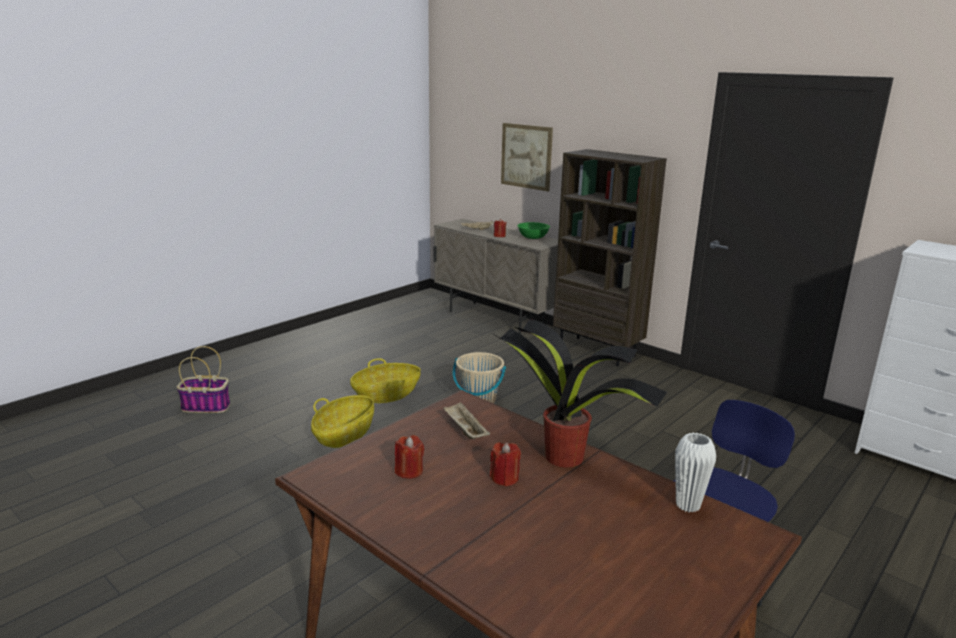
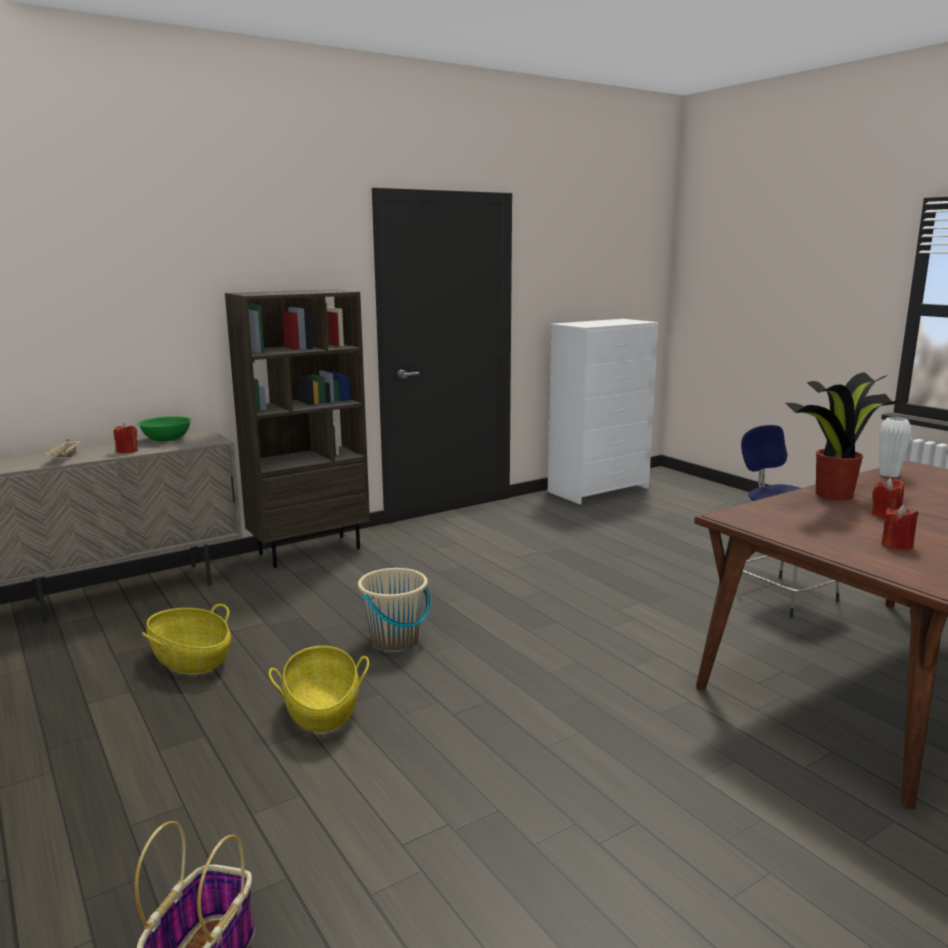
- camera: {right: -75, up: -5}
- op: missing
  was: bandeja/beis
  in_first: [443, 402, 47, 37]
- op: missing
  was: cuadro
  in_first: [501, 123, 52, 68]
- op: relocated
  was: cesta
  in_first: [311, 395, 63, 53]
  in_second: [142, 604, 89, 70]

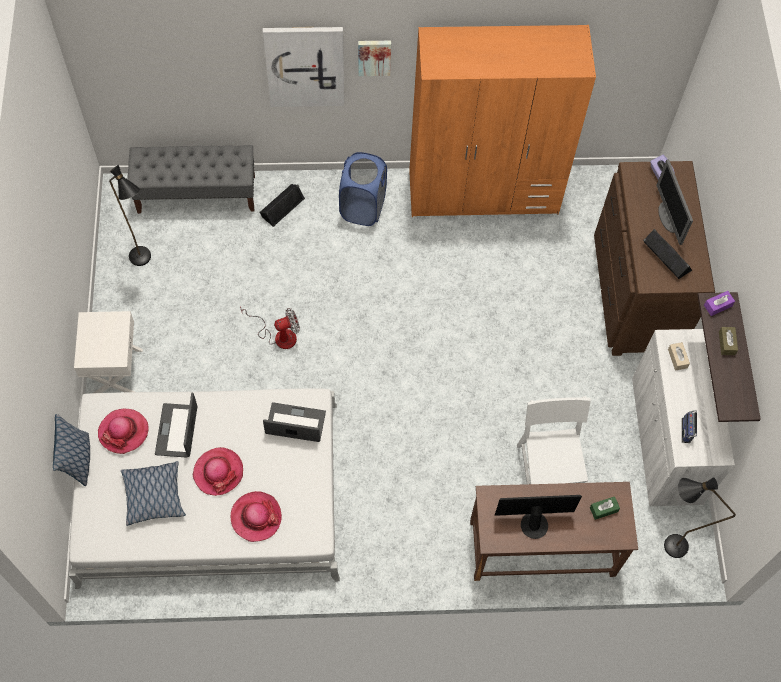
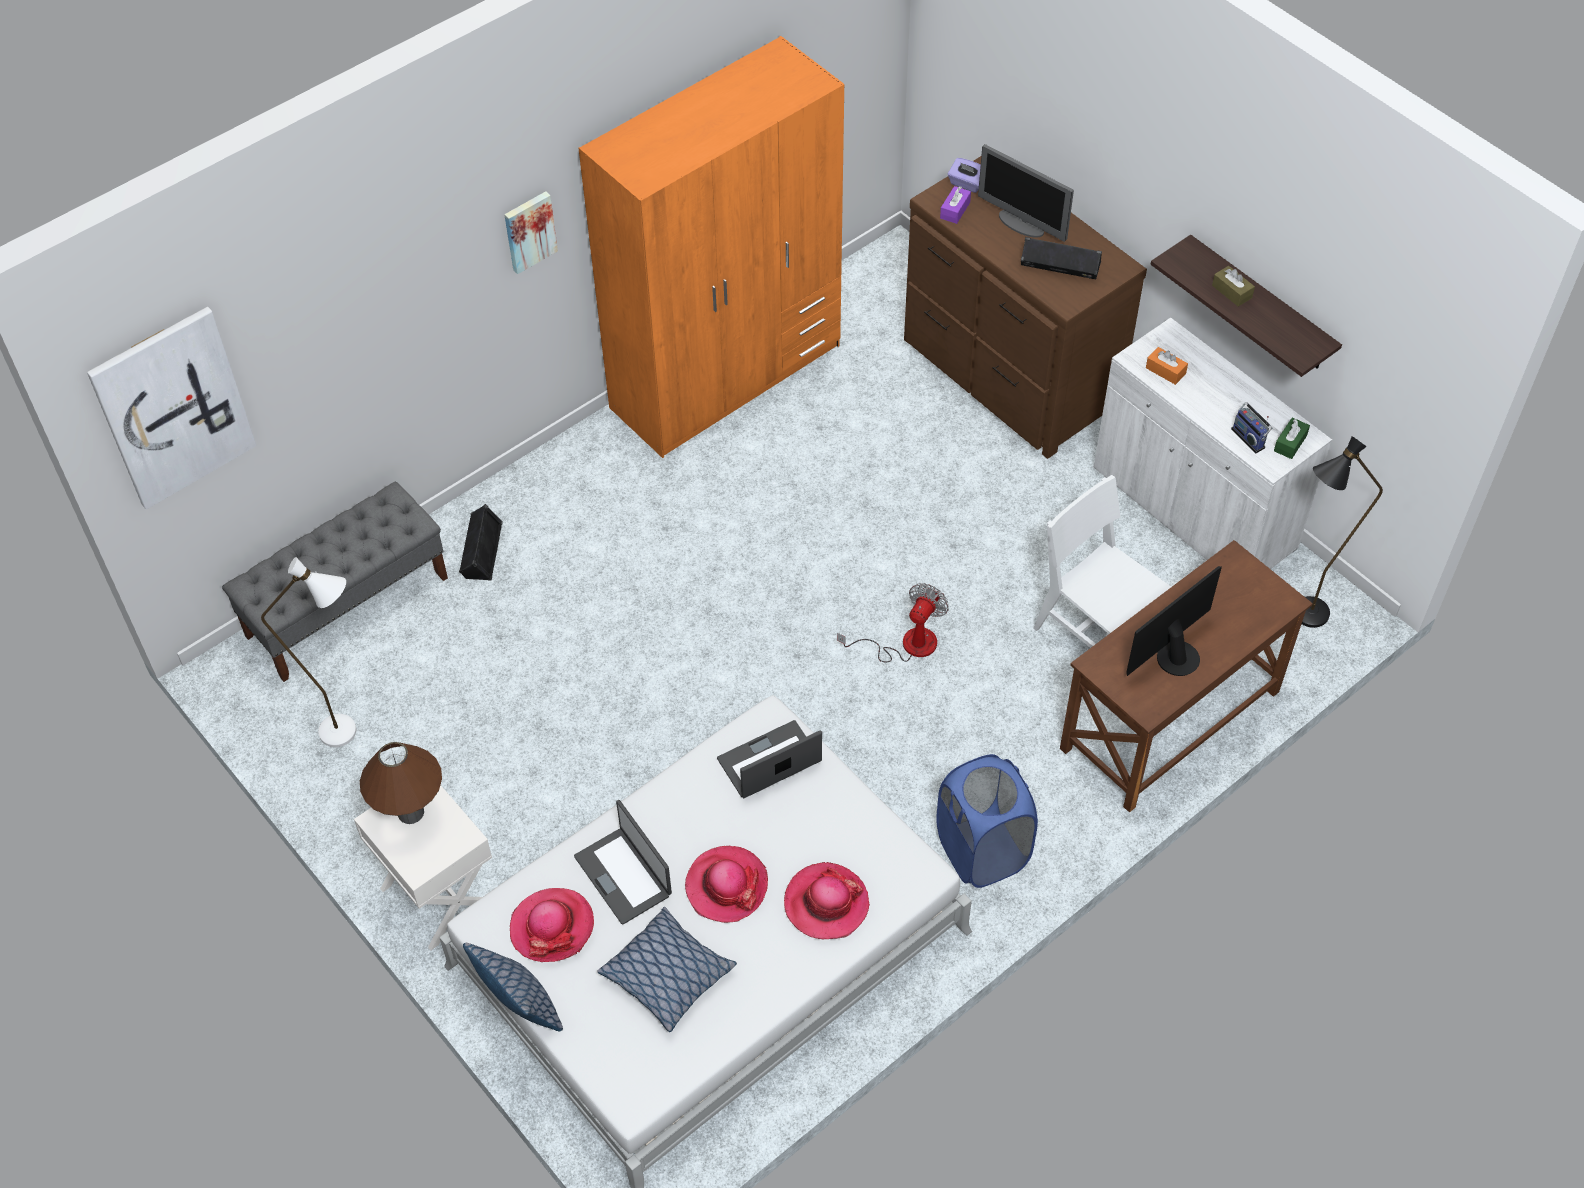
- camera: {right: -35, up: -10}
- op: appeared
  now: lámpara de mesa/marrón
  in_second: [360, 742, 82, 82]
- op: relocated
  was: ventilador
  in_first: [240, 306, 60, 43]
  in_second: [837, 583, 112, 79]
- op: relocated
  was: cuadro
  in_first: [263, 27, 81, 80]
  in_second: [87, 307, 170, 202]
- op: relocated
  was: cesto de la ropa/azul
  in_first: [339, 152, 48, 74]
  in_second: [936, 754, 102, 134]
- op: relocated
  was: caja de pañuelos/verde
  in_first: [590, 496, 30, 24]
  in_second: [1274, 418, 36, 41]
- op: relocated
  was: caja de pañuelos/morado
  in_first: [704, 291, 31, 25]
  in_second: [940, 186, 31, 38]
- op: colour
  was: lámpara de pie/negro
  now: lámpara de pie/blanco
  in_first: [109, 165, 42, 101]
  in_second: [261, 557, 95, 190]
- op: colour
  was: caja de pañuelos/beis
  now: caja de pañuelos/naranja
  in_first: [668, 342, 22, 29]
  in_second: [1146, 347, 42, 38]

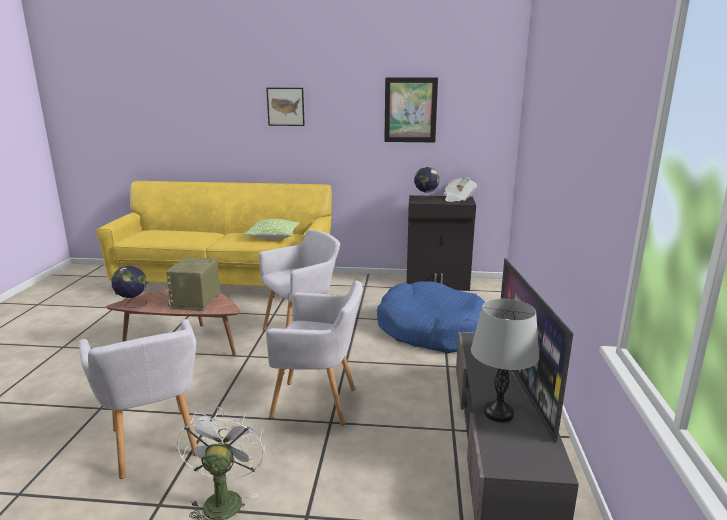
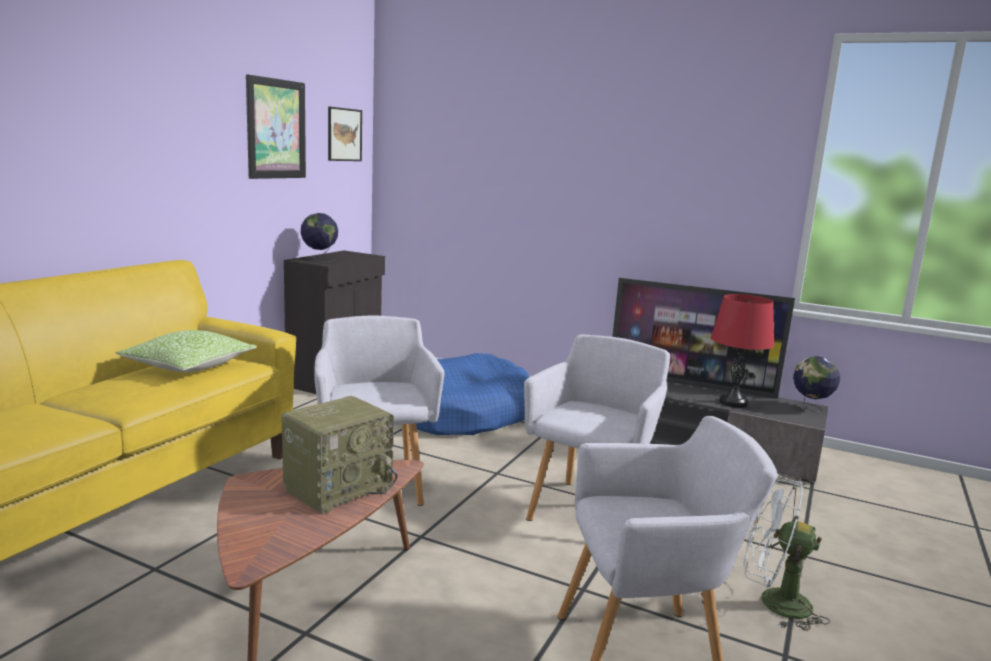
- camera: {right: -70, up: -5}
- op: missing
  was: periódico
  in_first: [444, 177, 33, 25]
- op: relocated
  was: globo terráqueo
  in_first: [111, 266, 36, 42]
  in_second: [793, 356, 47, 57]
- op: relocated
  was: cuadro
  in_first: [266, 88, 39, 38]
  in_second: [328, 107, 34, 54]
- op: colour
  was: lámpara de mesa/gris
  now: lámpara de mesa/rojo
  in_first: [471, 299, 68, 124]
  in_second: [711, 294, 63, 114]
- op: spun
  was: radio
  in_first: [166, 257, 54, 54]
  in_second: [281, 396, 117, 118]
  clockwise: -75

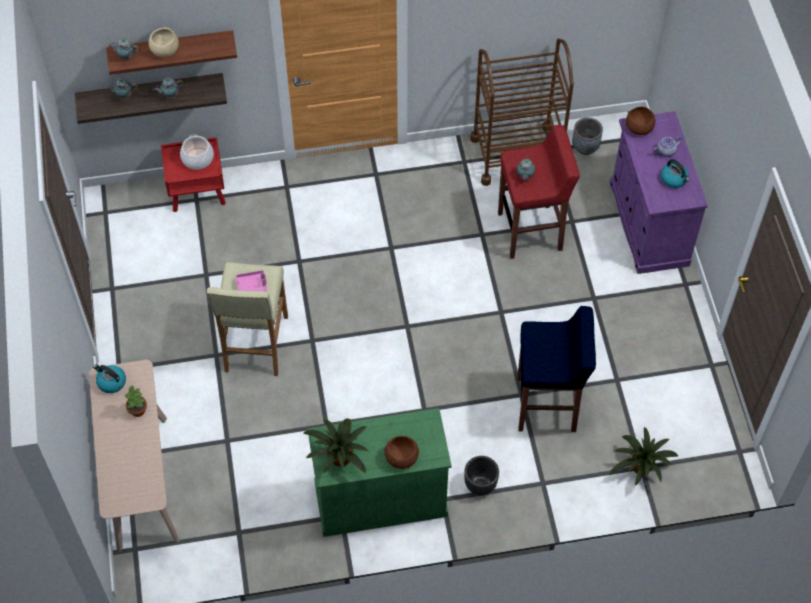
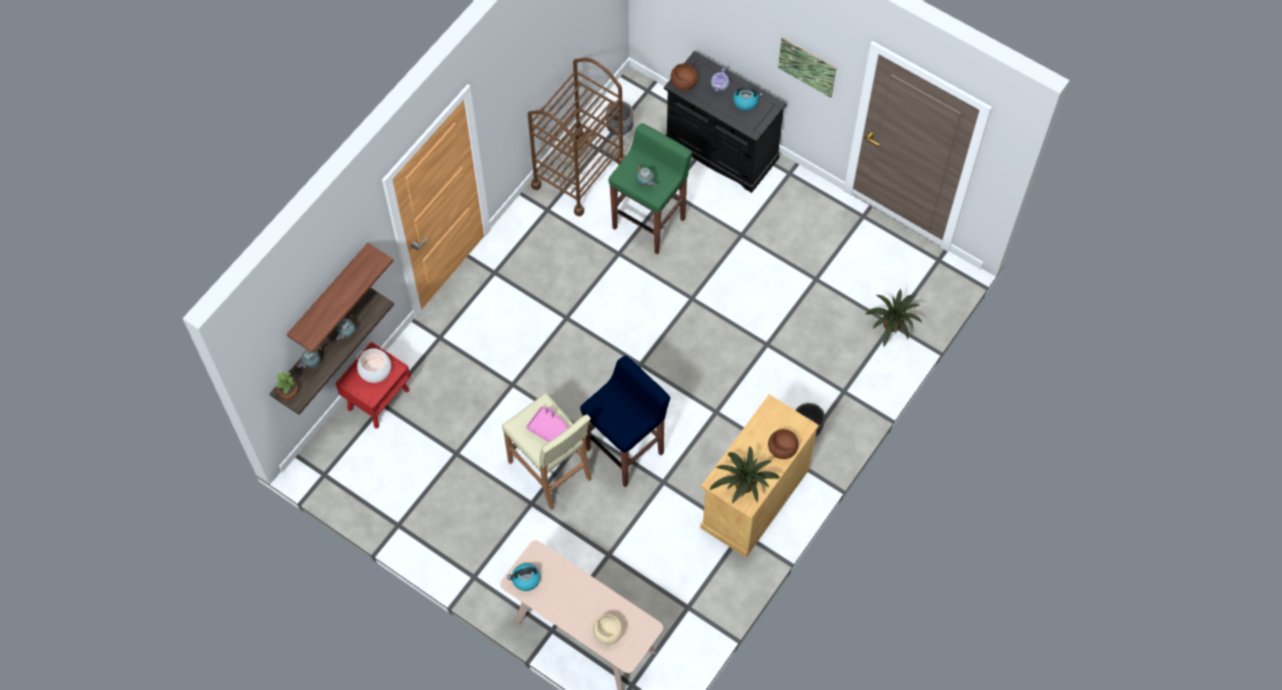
- camera: {right: -45, up: 5}
- op: missing
  was: tetera
  in_first: [108, 38, 33, 22]
- op: appeared
  now: cuadro
  in_second: [778, 37, 59, 61]
- op: relocated
  was: planta en maceta
  in_first: [124, 385, 23, 32]
  in_second: [276, 372, 22, 27]
- op: relocated
  was: cuenco/beis
  in_first: [148, 28, 31, 29]
  in_second: [593, 614, 31, 30]
- op: relocated
  was: taburete/azul
  in_first: [517, 306, 79, 126]
  in_second: [580, 356, 90, 131]
- op: colour
  was: armario/verde
  now: armario/beis
  in_first: [308, 408, 144, 129]
  in_second: [700, 394, 119, 163]
- op: colour
  was: taburete/rojo
  now: taburete/verde
  in_first: [498, 125, 82, 134]
  in_second: [609, 123, 83, 131]
- op: colour
  was: armario/morado
  now: armario/negro
  in_first: [610, 111, 98, 163]
  in_second: [664, 51, 123, 142]

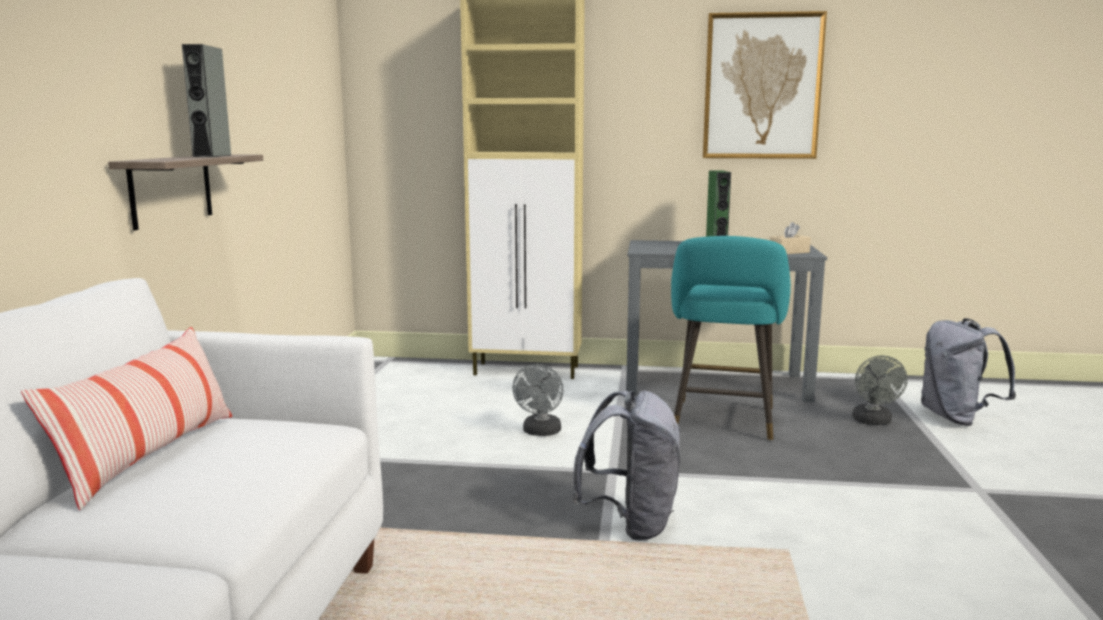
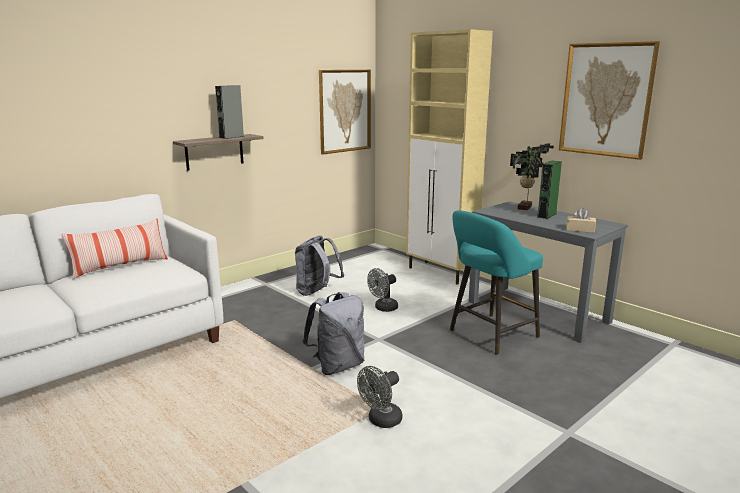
- camera: {right: 40, up: 5}
- op: appeared
  now: cuadro
  in_second: [319, 70, 52, 85]
- op: appeared
  now: planta en maceta
  in_second: [510, 144, 44, 66]
- op: relocated
  was: ventilador/gris
  in_first: [852, 355, 56, 70]
  in_second: [357, 366, 45, 62]
- op: relocated
  was: mochila/gris
  in_first: [921, 318, 95, 108]
  in_second: [295, 236, 49, 60]

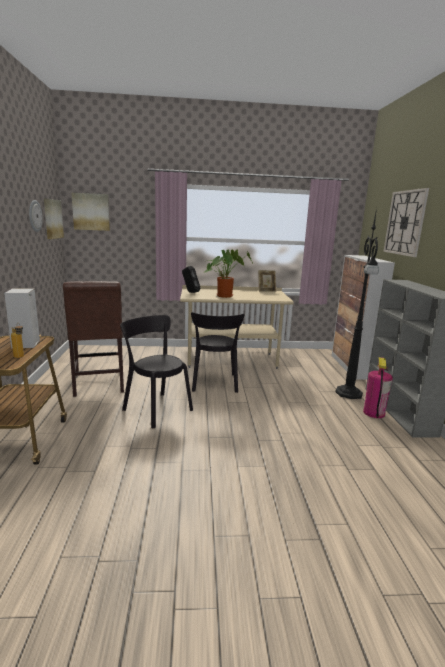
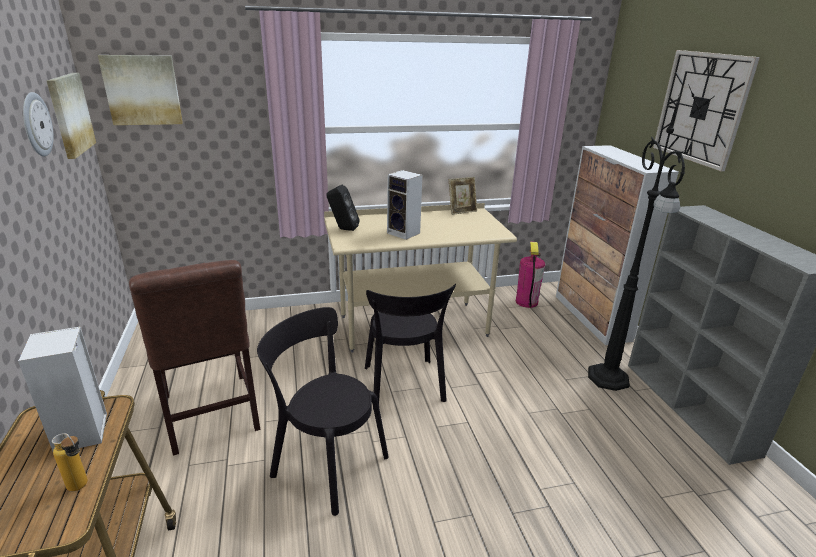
- camera: {right: -10, up: 10}
- op: relocated
  was: extintor
  in_first: [363, 357, 30, 61]
  in_second: [516, 242, 29, 66]
- op: exchanged
  was: planta en maceta
  now: altavoz
  in_first: [204, 250, 49, 48]
  in_second: [387, 170, 35, 70]

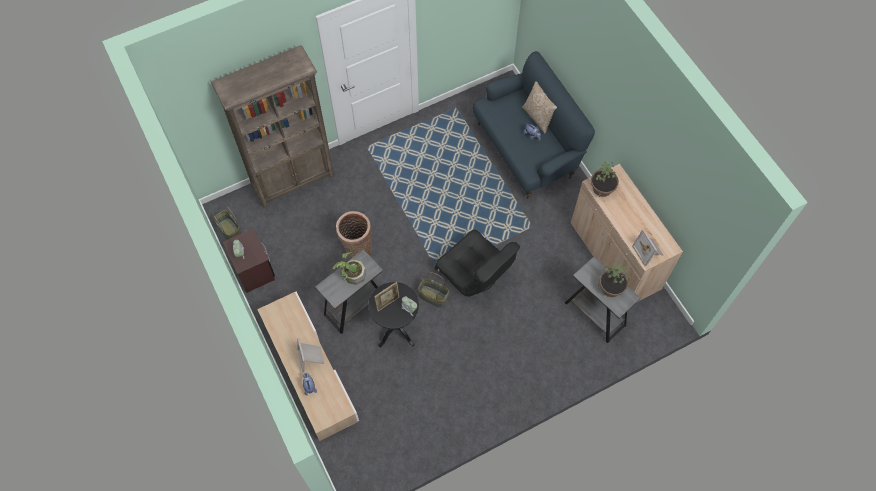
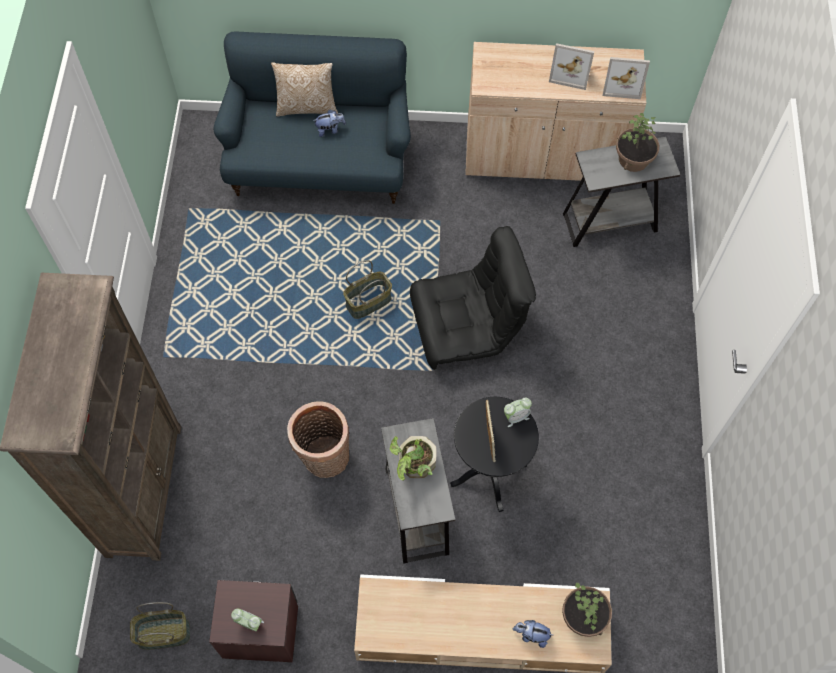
- camera: {right: -60, up: 0}
- op: relocated
  was: portarretratos
  in_first: [298, 337, 27, 35]
  in_second: [549, 43, 45, 47]
- op: relocated
  was: cesta
  in_first: [418, 272, 31, 36]
  in_second: [343, 260, 49, 59]
- op: relocated
  was: planta en maceta
  in_first: [591, 162, 28, 35]
  in_second: [562, 583, 50, 54]

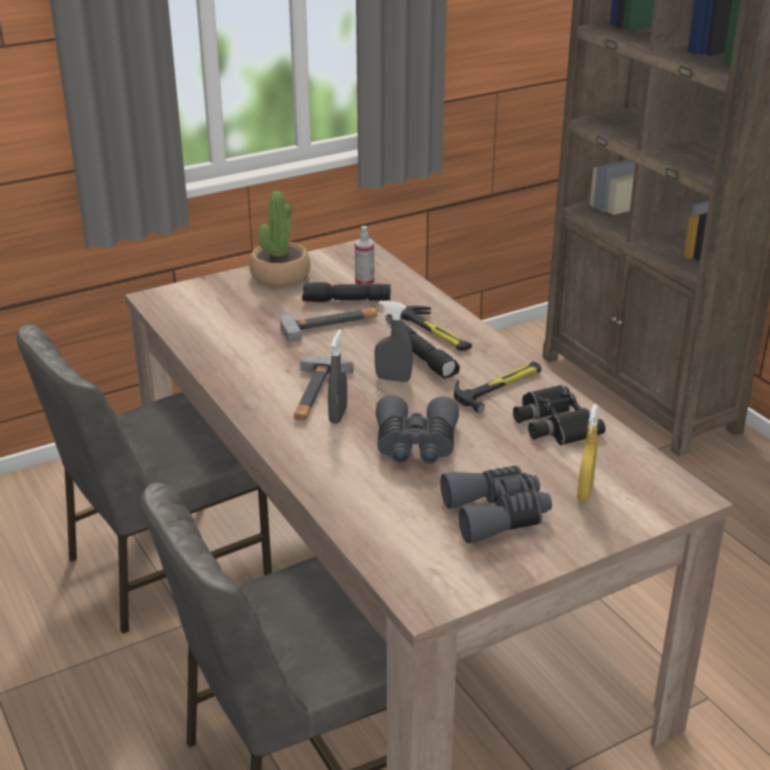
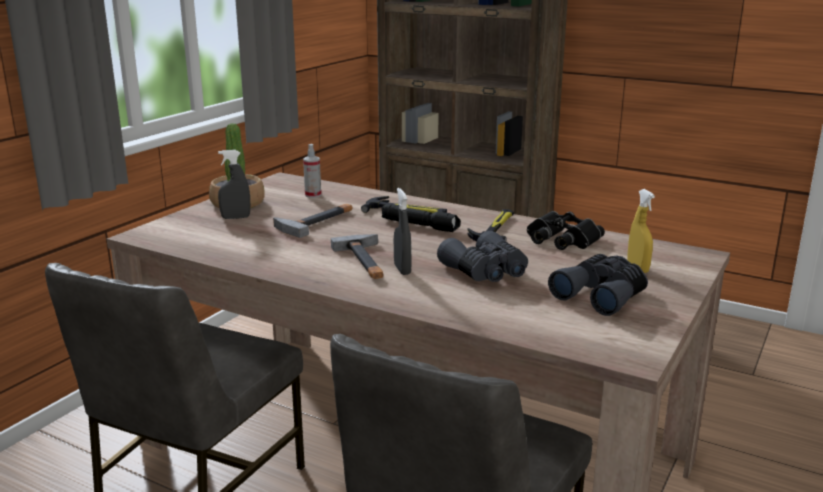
- camera: {right: -30, up: -10}
- op: missing
  was: linterna/negro
  in_first: [302, 282, 89, 20]
- op: relocated
  was: pulverizador/gris
  in_first: [374, 301, 39, 81]
  in_second: [218, 150, 32, 69]

